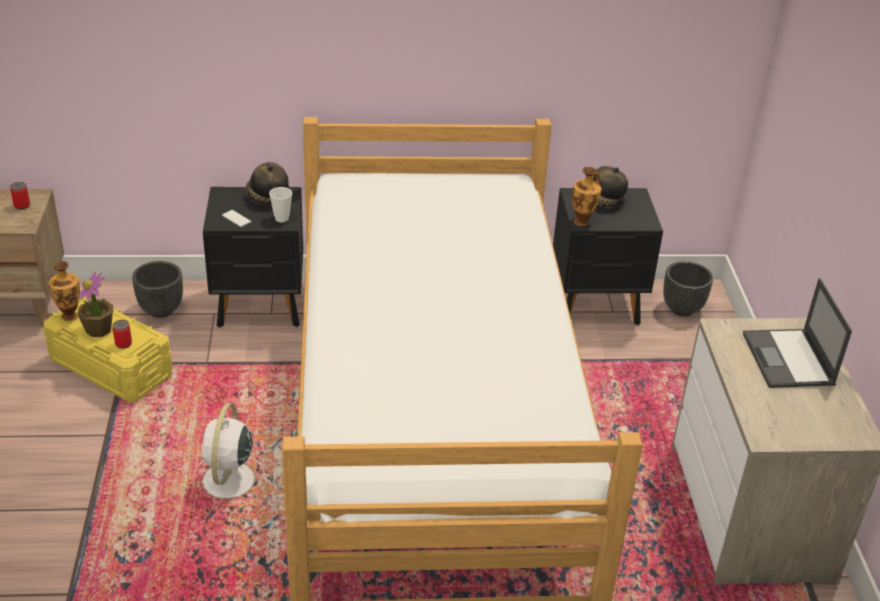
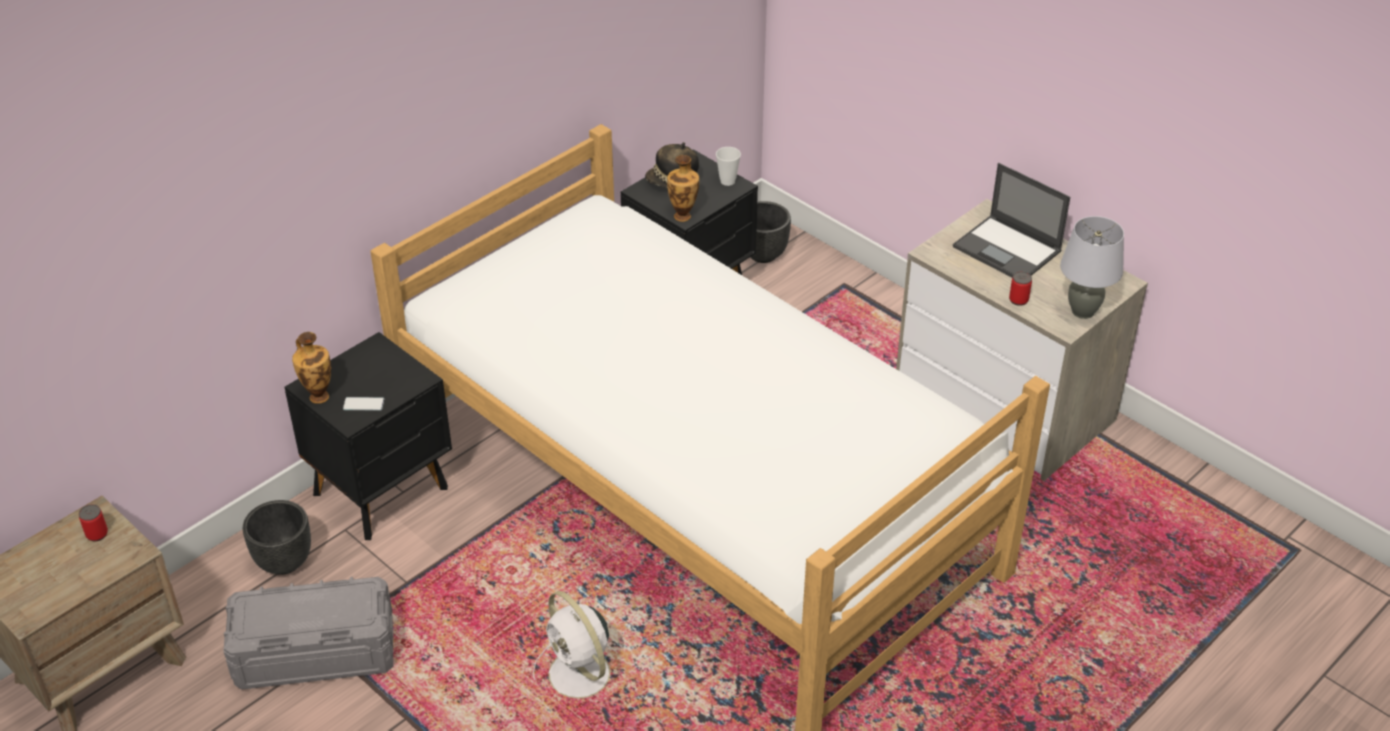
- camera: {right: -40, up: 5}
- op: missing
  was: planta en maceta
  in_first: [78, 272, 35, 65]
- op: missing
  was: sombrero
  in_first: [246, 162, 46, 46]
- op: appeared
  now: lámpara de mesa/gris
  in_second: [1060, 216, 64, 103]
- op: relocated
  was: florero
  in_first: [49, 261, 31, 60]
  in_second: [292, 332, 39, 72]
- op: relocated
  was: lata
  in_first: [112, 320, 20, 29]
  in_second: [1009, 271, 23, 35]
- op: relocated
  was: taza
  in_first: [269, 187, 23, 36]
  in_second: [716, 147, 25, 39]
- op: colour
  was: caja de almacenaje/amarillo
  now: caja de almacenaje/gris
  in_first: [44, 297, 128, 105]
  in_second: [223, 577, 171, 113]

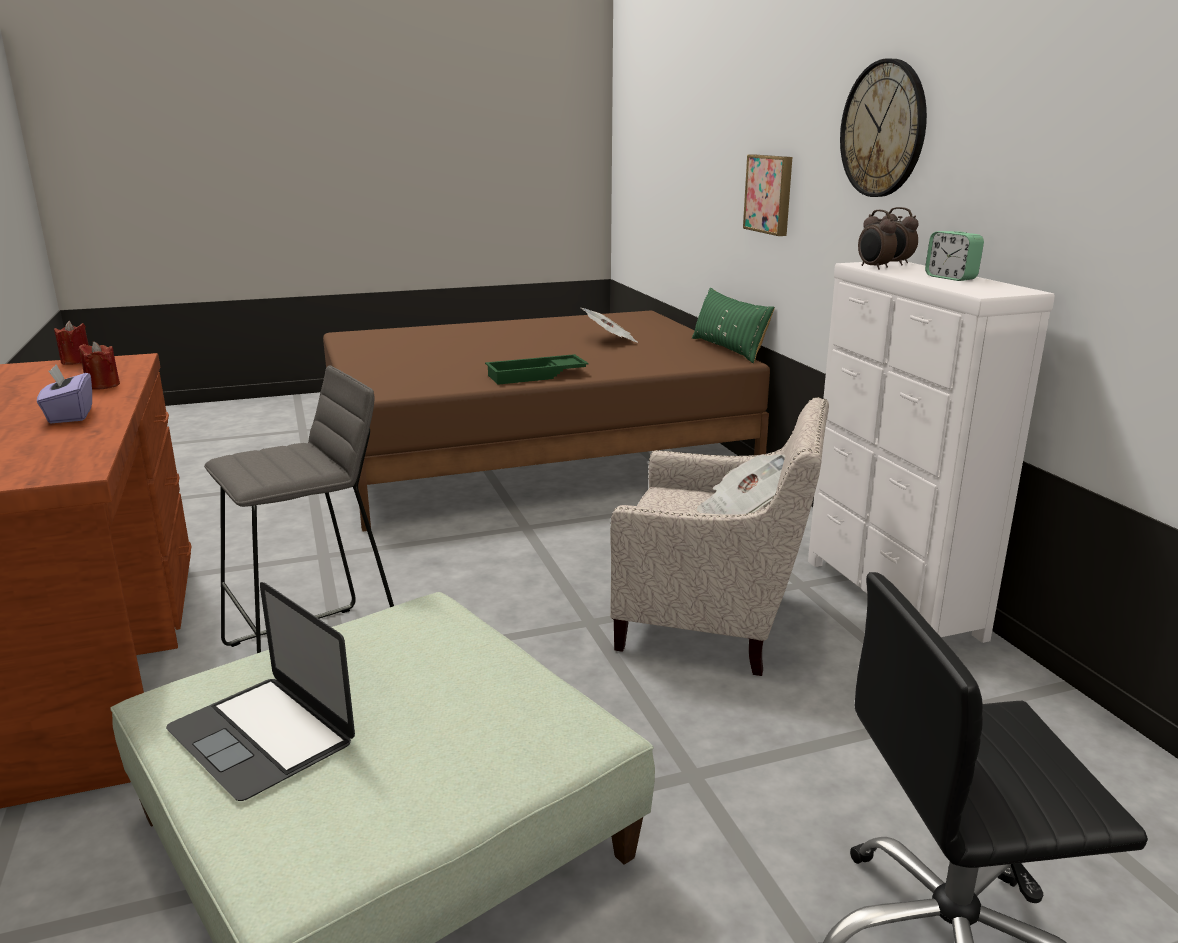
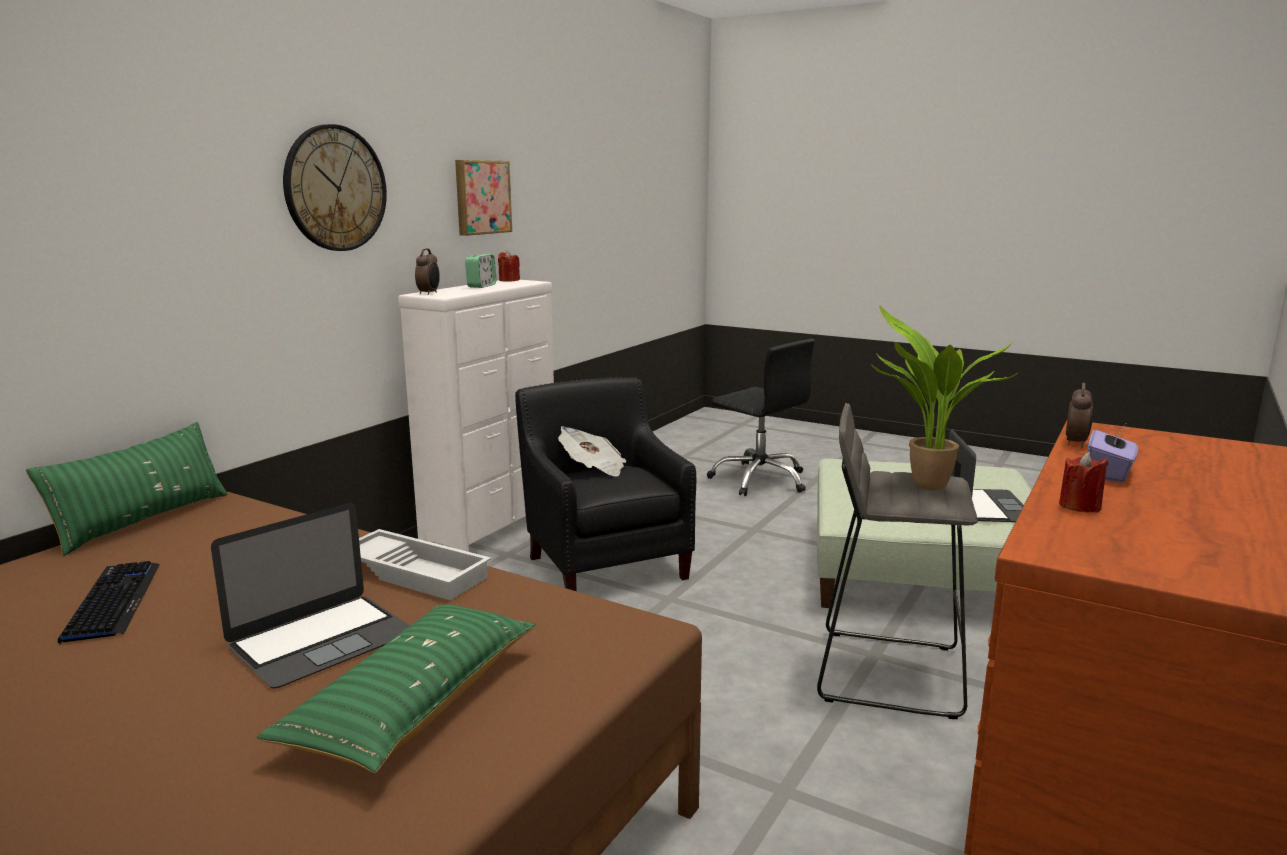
- camera: {right: -130, up: -5}
- op: appeared
  now: portátil
  in_second: [211, 503, 199, 186]
- op: appeared
  now: cojín/verde
  in_second: [257, 604, 279, 169]
- op: appeared
  now: planta en maceta
  in_second: [871, 305, 148, 185]
- op: relocated
  was: vela/rojo
  in_first: [54, 321, 35, 44]
  in_second: [498, 251, 22, 31]
- op: relocated
  was: cuadro
  in_first: [743, 155, 49, 81]
  in_second: [455, 160, 57, 76]
- op: relocated
  was: despertador
  in_first: [858, 210, 39, 60]
  in_second: [1066, 383, 27, 64]
- op: exchanged
  was: periódico
  now: teclado
  in_first: [581, 308, 58, 35]
  in_second: [58, 561, 102, 83]
- op: colour
  was: bandeja/verde
  now: bandeja/blanco
  in_first: [485, 354, 104, 31]
  in_second: [359, 529, 132, 71]
- op: colour
  was: sillón/beis
  now: sillón/negro
  in_first: [610, 397, 219, 279]
  in_second: [515, 377, 181, 214]

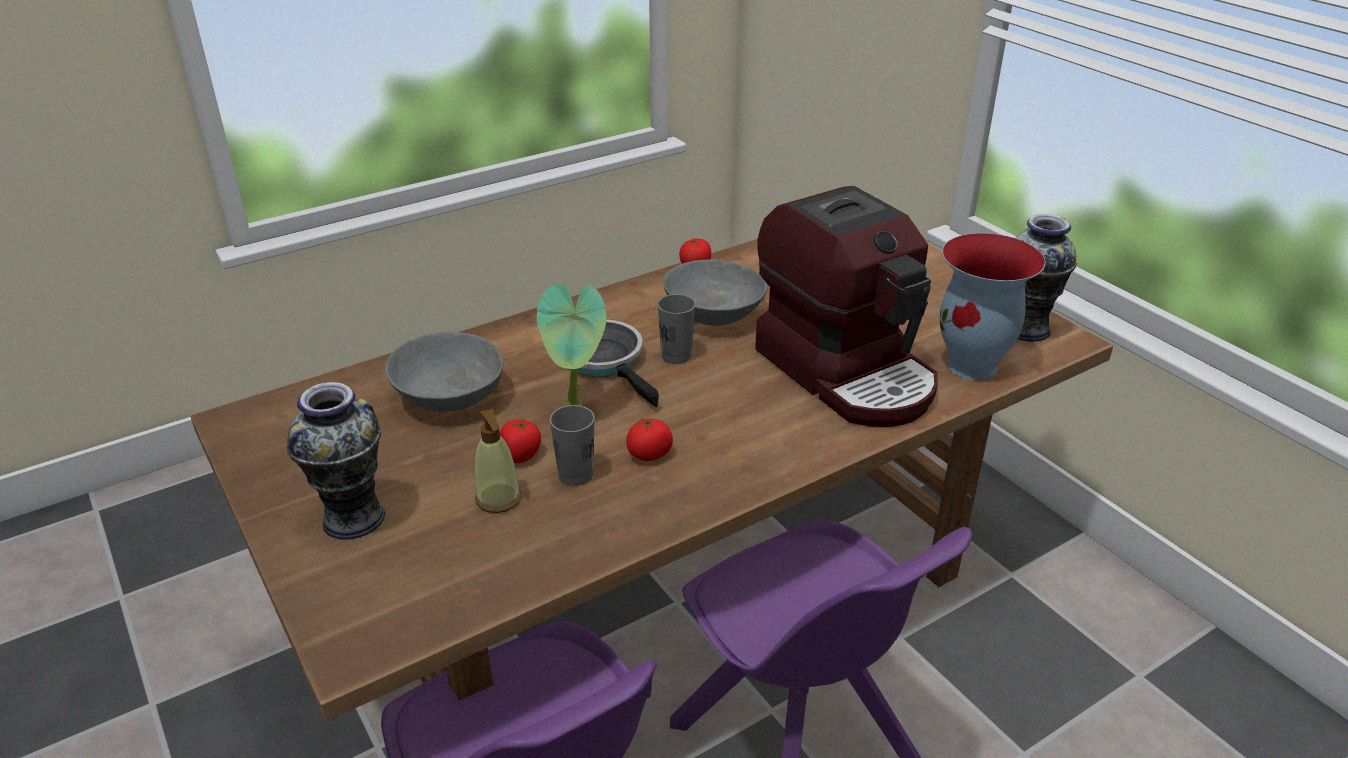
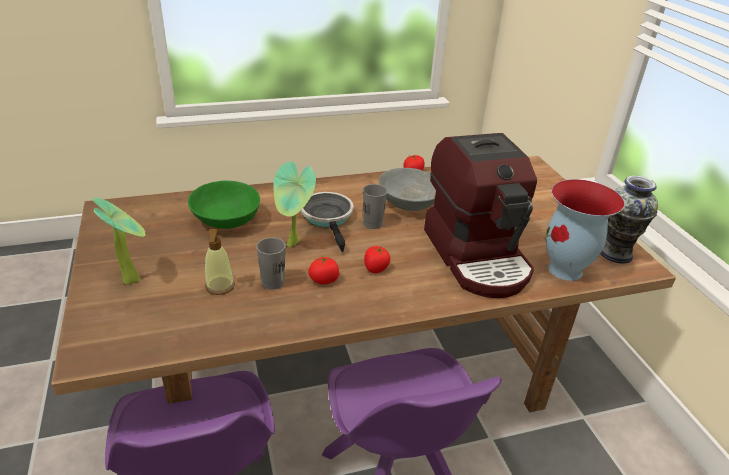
- camera: {right: 15, up: 0}
- op: relocated
  was: tomate
  in_first: [500, 418, 41, 45]
  in_second: [364, 246, 26, 27]
- op: exchanged
  was: florero
  now: planta en maceta
  in_first: [287, 382, 98, 158]
  in_second: [92, 197, 54, 88]
- op: colour
  was: cuenco/gris
  now: cuenco/verde
  in_first: [385, 332, 118, 80]
  in_second: [188, 181, 72, 48]

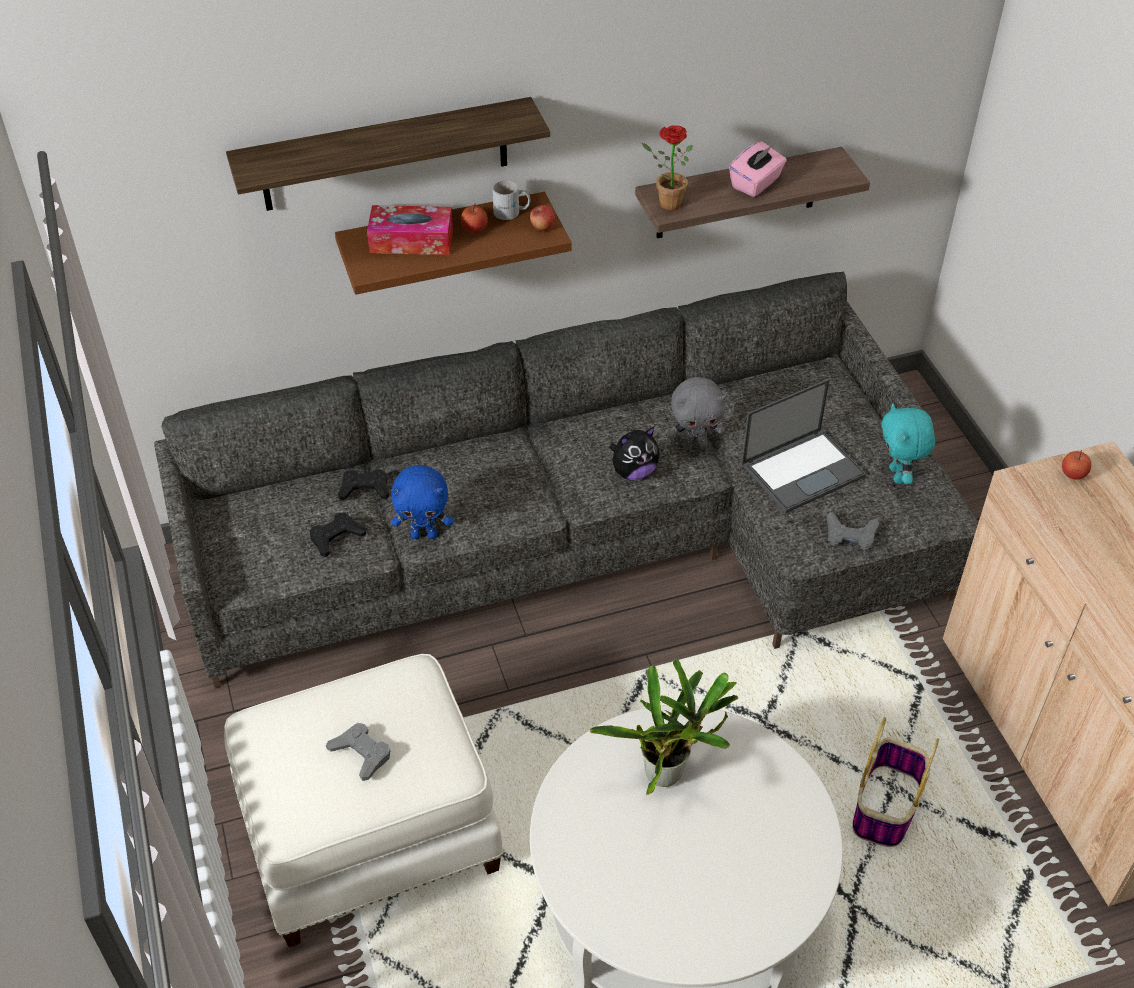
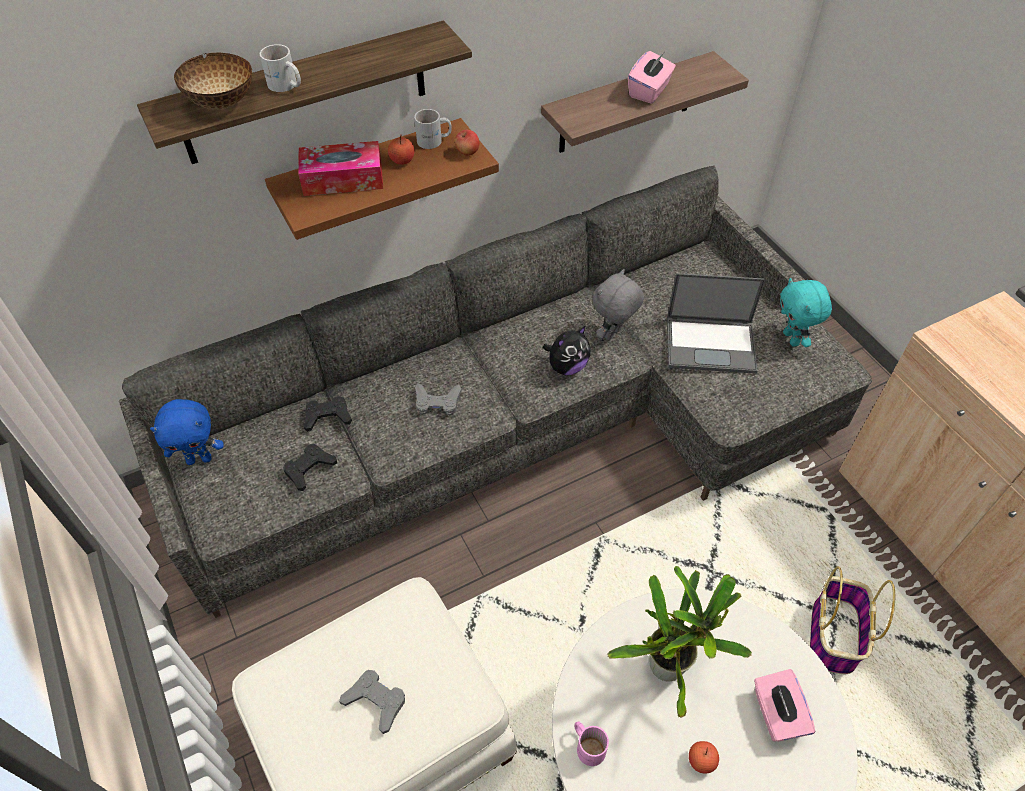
- camera: {right: -10, up: 5}
- op: missing
  was: planta en maceta
  in_first: [642, 125, 51, 86]
- op: appeared
  now: cuenco
  in_second: [174, 52, 78, 57]
- op: appeared
  now: taza grande/blanco
  in_second: [260, 44, 41, 48]
- op: appeared
  now: taza grande/rosa
  in_second: [574, 722, 35, 44]
- op: appeared
  now: caja de pañuelos/rosa
  in_second: [754, 669, 61, 73]
- op: relocated
  was: peluche/azul
  in_first: [391, 465, 62, 74]
  in_second: [150, 399, 74, 66]
- op: relocated
  was: mando de consola/gris
  in_first: [826, 511, 53, 40]
  in_second: [415, 383, 47, 32]
- op: relocated
  was: manzana
  in_first: [1062, 450, 29, 30]
  in_second: [689, 741, 30, 32]
- op: spun
  was: peluche/gris
  in_first: [667, 377, 59, 73]
  in_second: [593, 269, 51, 71]
  clockwise: 150
- op: spun
  was: portátil
  in_first: [741, 379, 125, 134]
  in_second: [667, 273, 99, 101]
  clockwise: 45

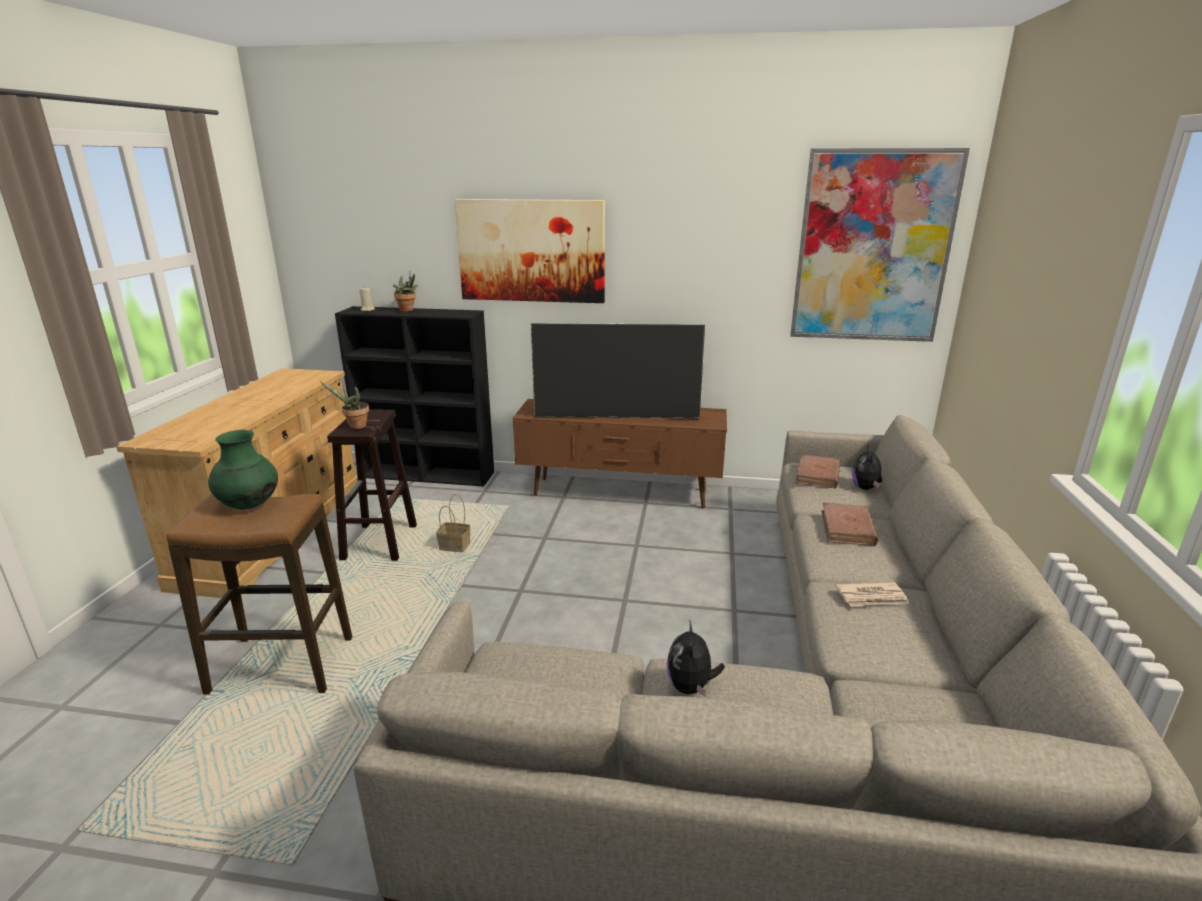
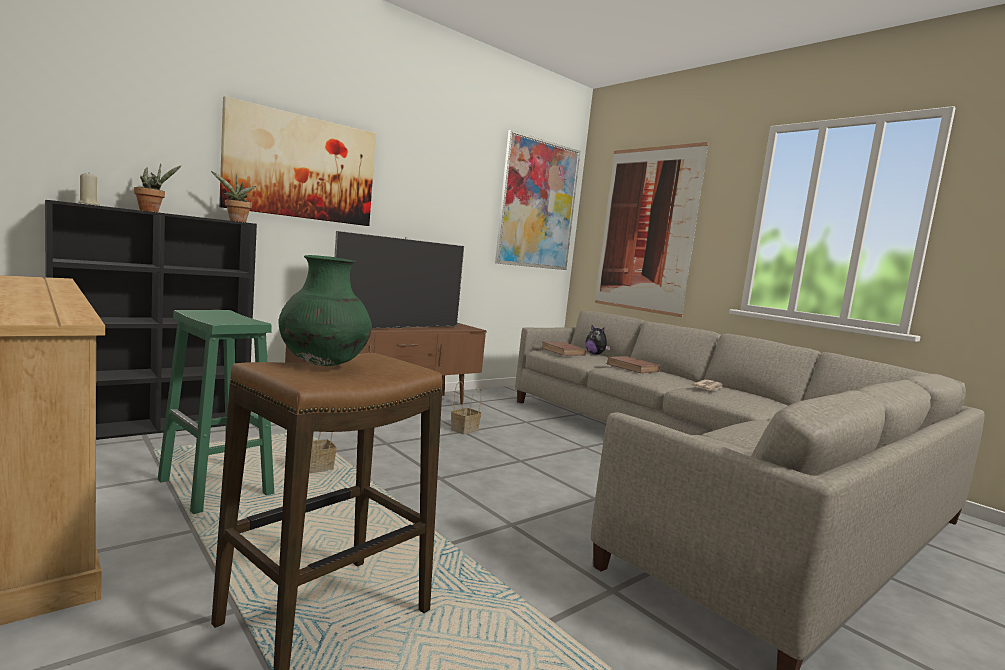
- camera: {right: -50, up: -15}
- op: missing
  was: peluche
  in_first: [666, 620, 59, 76]
- op: appeared
  now: cesta
  in_second: [451, 381, 31, 53]
- op: appeared
  now: cuadro
  in_second: [595, 142, 114, 175]
- op: relocated
  was: planta en maceta
  in_first: [321, 382, 48, 47]
  in_second: [211, 171, 45, 51]
- op: colour
  was: taburete/marrón
  now: taburete/verde
  in_first: [327, 410, 90, 151]
  in_second: [158, 310, 116, 204]

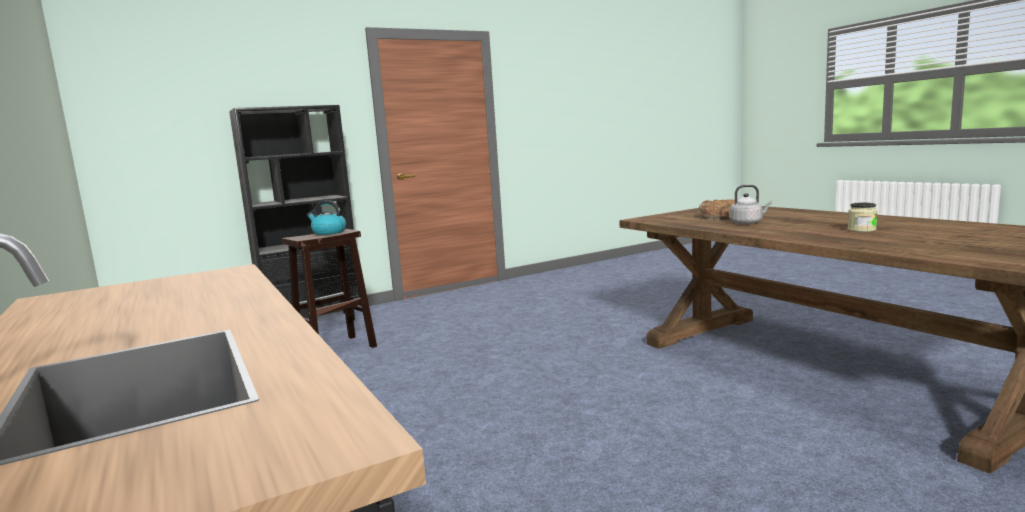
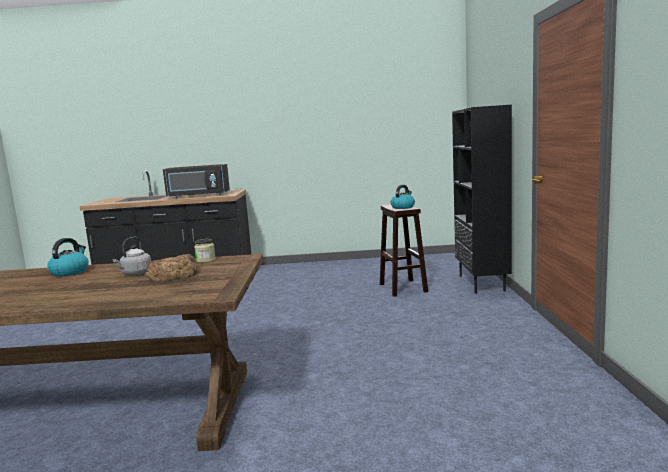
- camera: {right: 120, up: 0}
- op: appeared
  now: hervidor
  in_second: [47, 238, 42, 38]
- op: appeared
  now: microondas/negro
  in_second: [163, 164, 67, 34]
- op: relocated
  was: tarro
  in_first: [848, 203, 29, 29]
  in_second: [194, 239, 22, 24]

